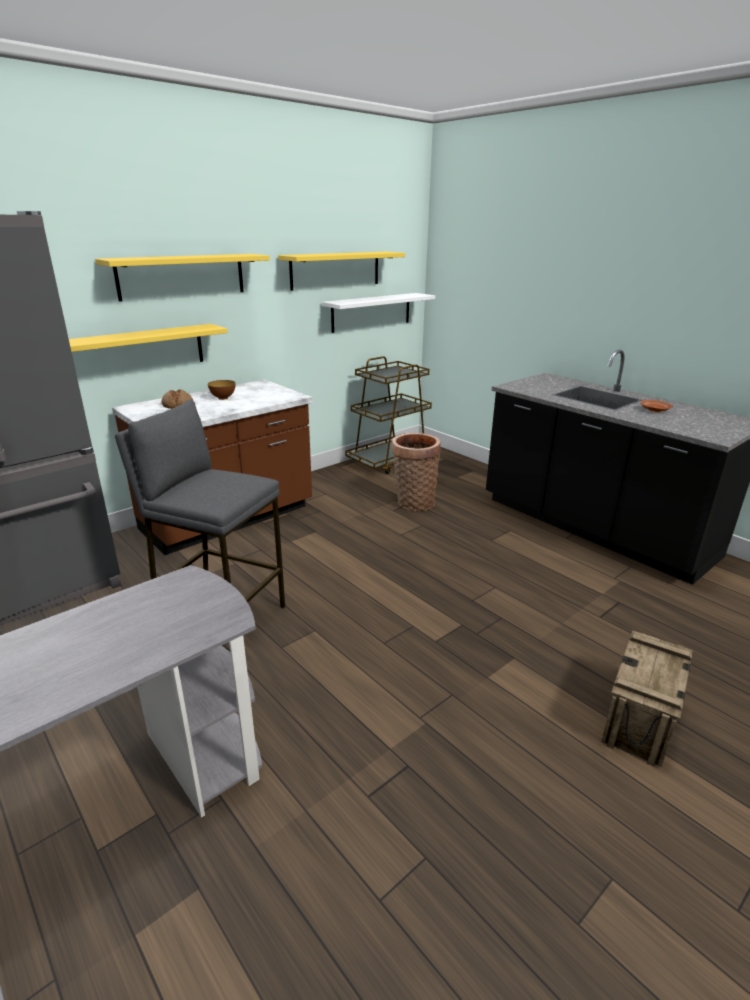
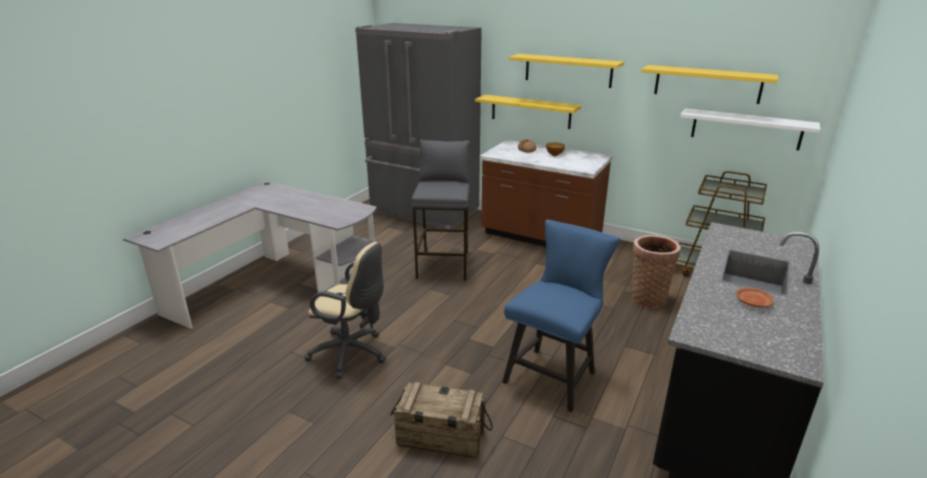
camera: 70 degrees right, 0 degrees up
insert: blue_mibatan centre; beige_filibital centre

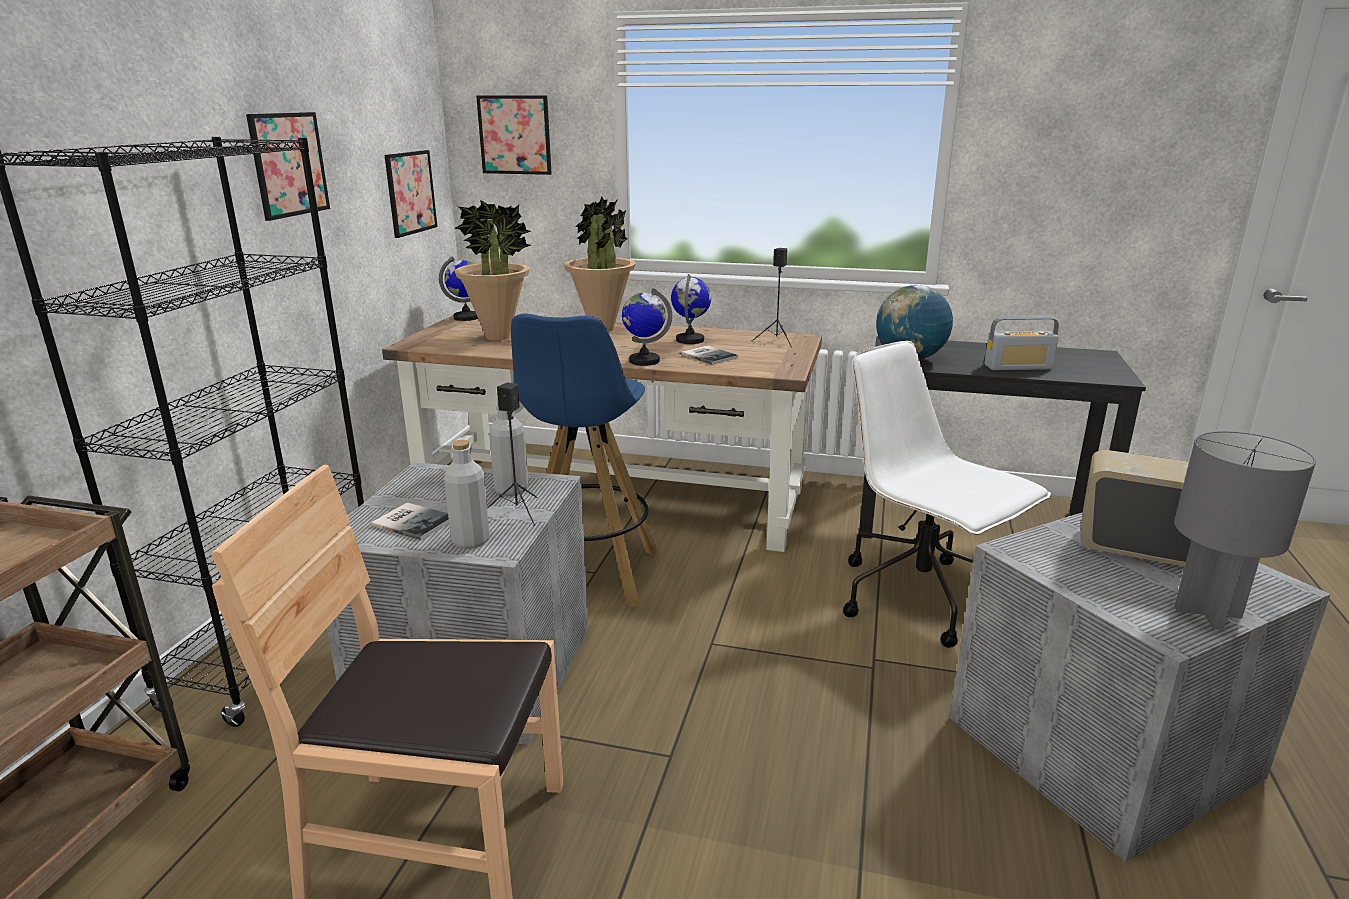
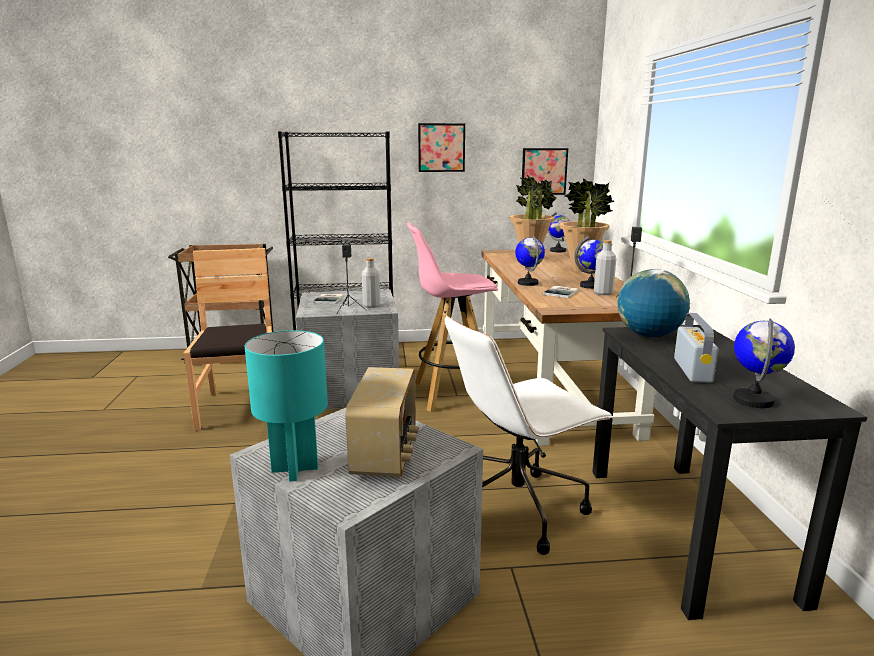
camera: 70 degrees right, 5 degrees down
delete: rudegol (3rd from left) top centre
insert: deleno (5th from left) middle right
move: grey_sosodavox (1st from left in the first image) centre to grey_sosodavox (2nd from left) middle right
recolor: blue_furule centre to pink_furule centre; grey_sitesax middle right to turquoise_sitesax middle left
rotate: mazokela (1st from left in the first image) middle right = middle right 150 degrees counterclockwise; white_filibital middle right = centre 150 degrees counterclockwise

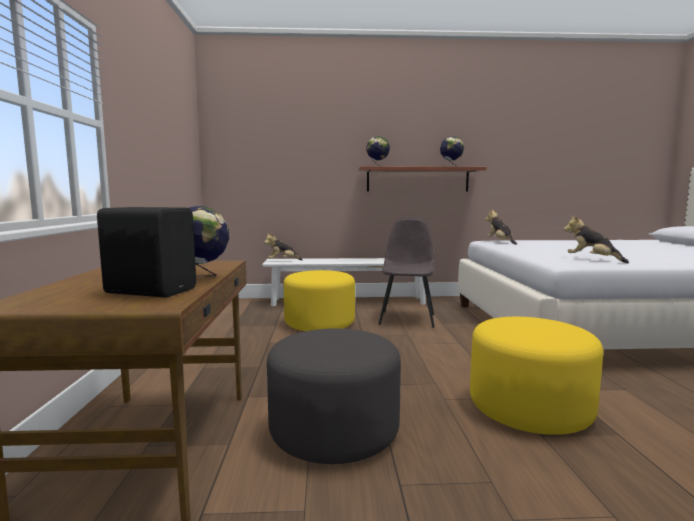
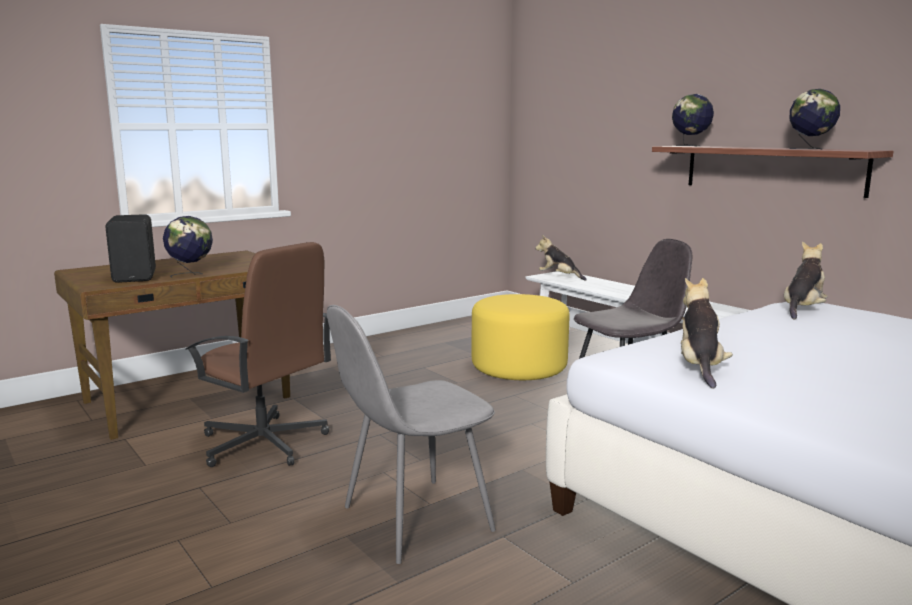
camera: 55 degrees right, 5 degrees up
replace: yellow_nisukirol (2nd from left) bottom right to grey_mibatan (1st from left) bottom centre; grey_nisukirol bottom centre to brown_filibital middle left

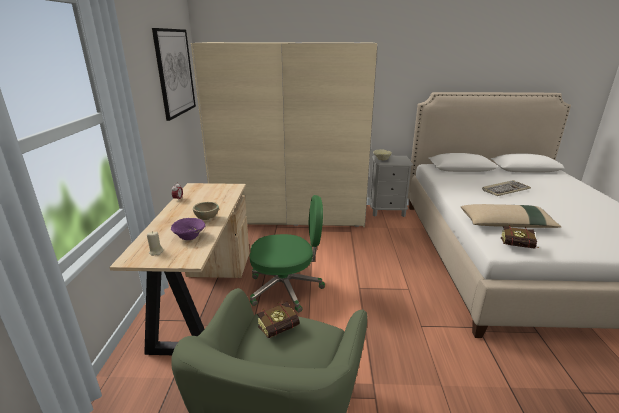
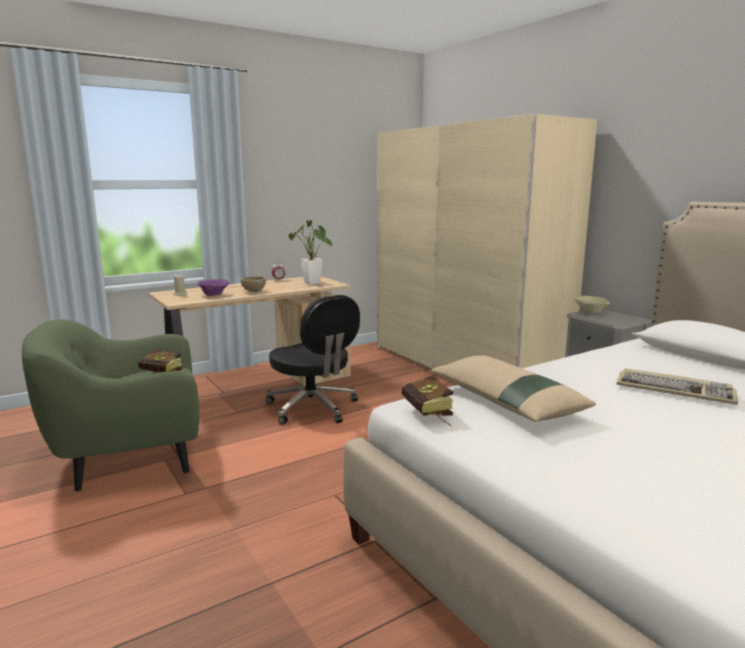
camera: 55 degrees right, 10 degrees down
delete: rudegol top left
insert: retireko centre
recolor: green_filibital centre to black_filibital centre

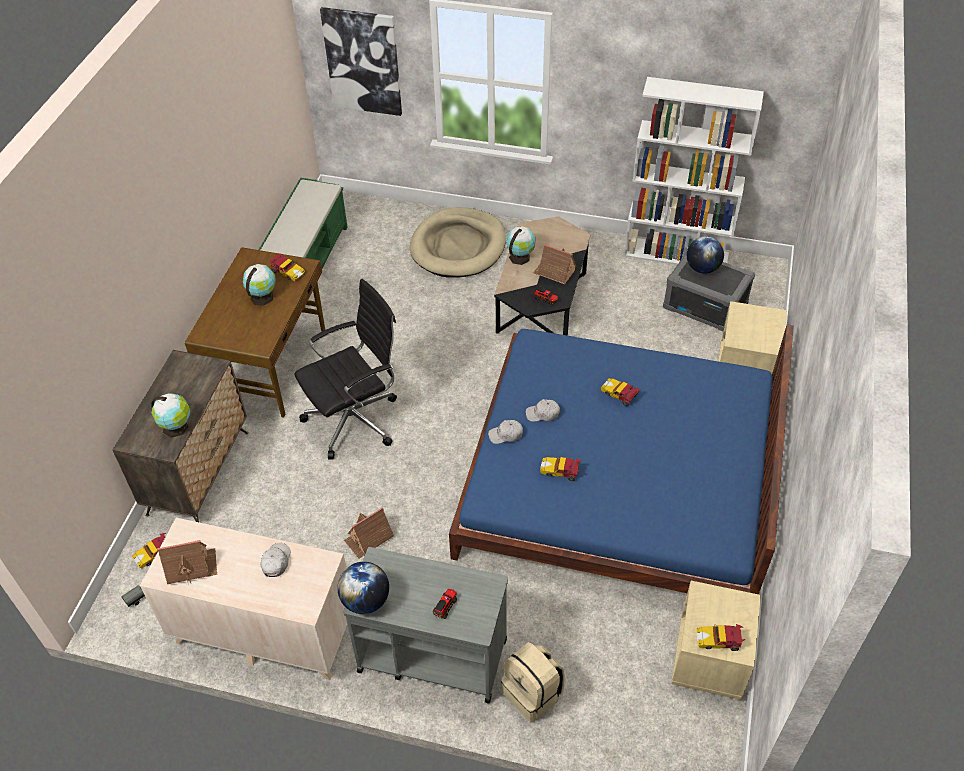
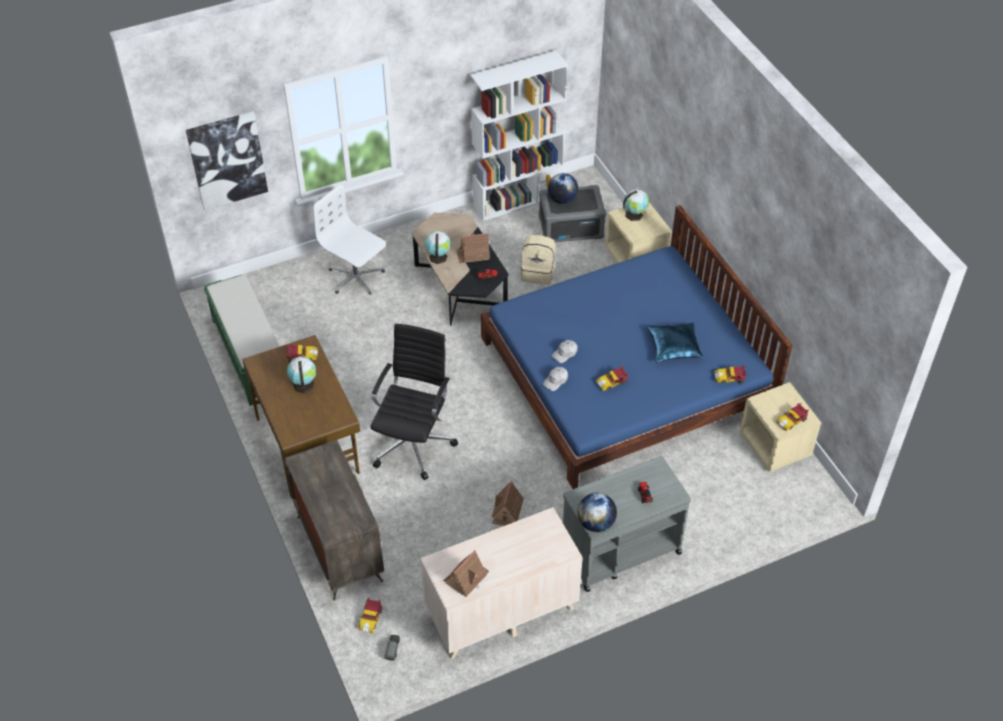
camera: 40 degrees left, 0 degrees up
delete: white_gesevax (1st from left) bottom left
insert: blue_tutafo middle right
move: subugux (4th from left) centre to middle right; deleno (1st from left in the first image) middle left to deleno (5th from left) top centre; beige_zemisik bottom centre to centre
replace: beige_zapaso top centre to white_filibital top centre

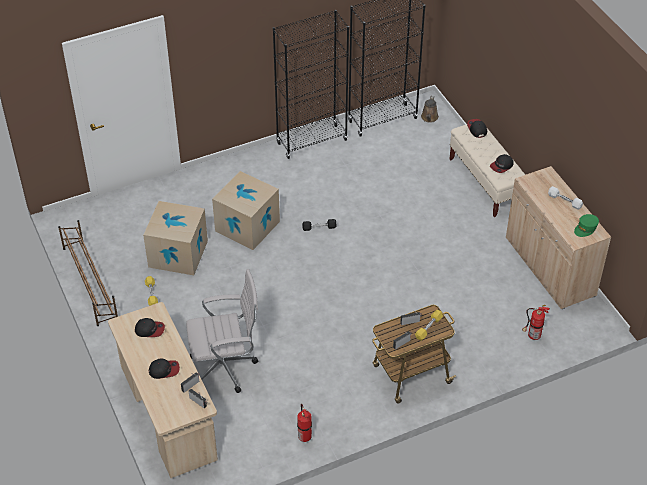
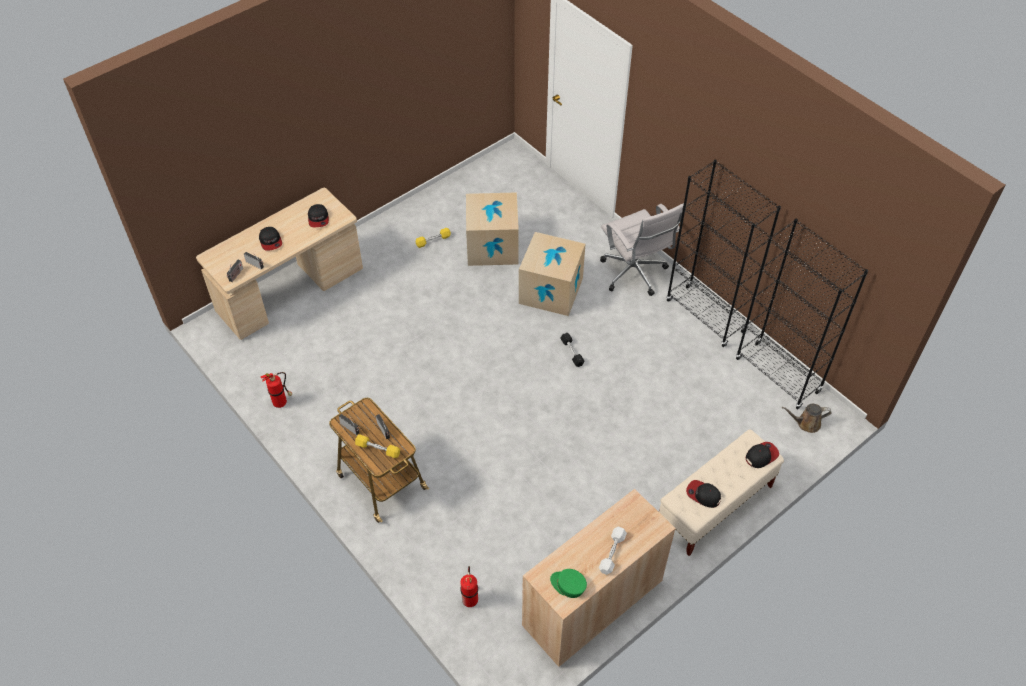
camera: 75 degrees right, 5 degrees up
delete: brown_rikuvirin middle left
move: white_filibital bottom centre to centre

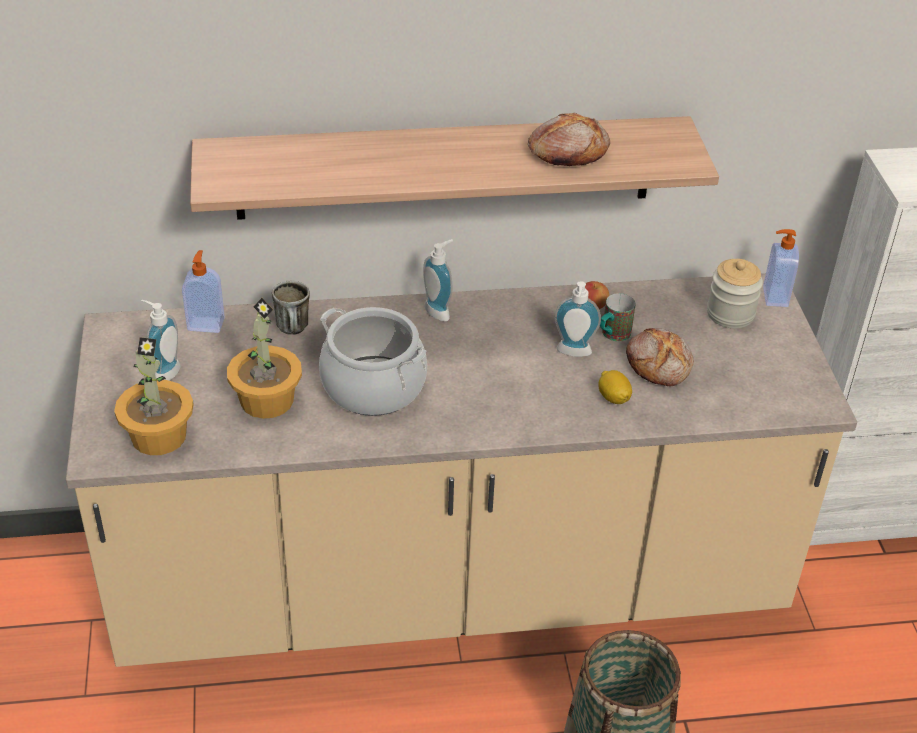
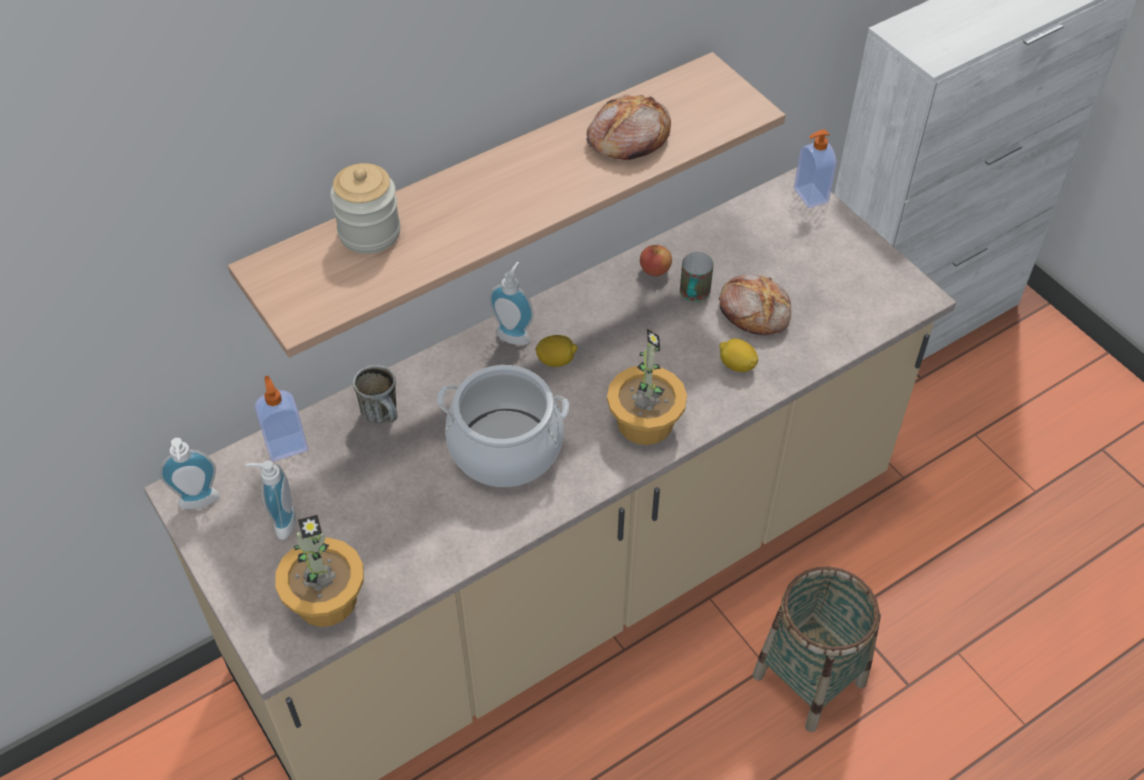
camera: 25 degrees left, 10 degrees up
insert: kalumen (1st from left) centre
move: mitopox middle right to top left; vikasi (4th from left in the first image) centre to vikasi (1st from left) middle left; retireko (2nd from left) middle left to centre

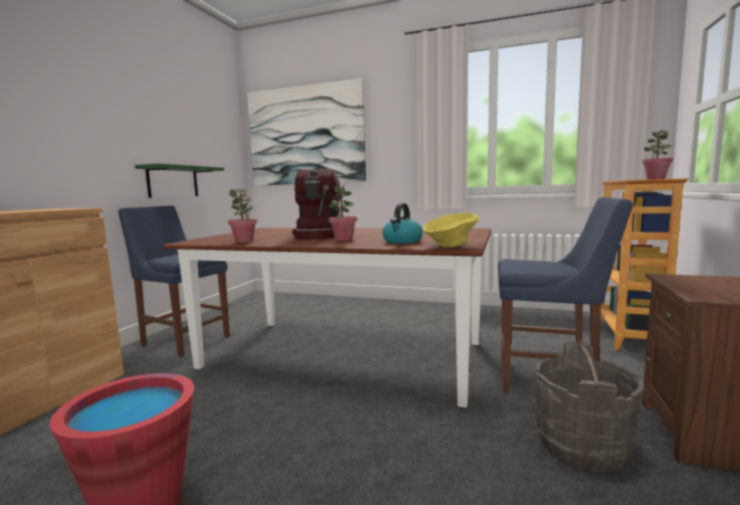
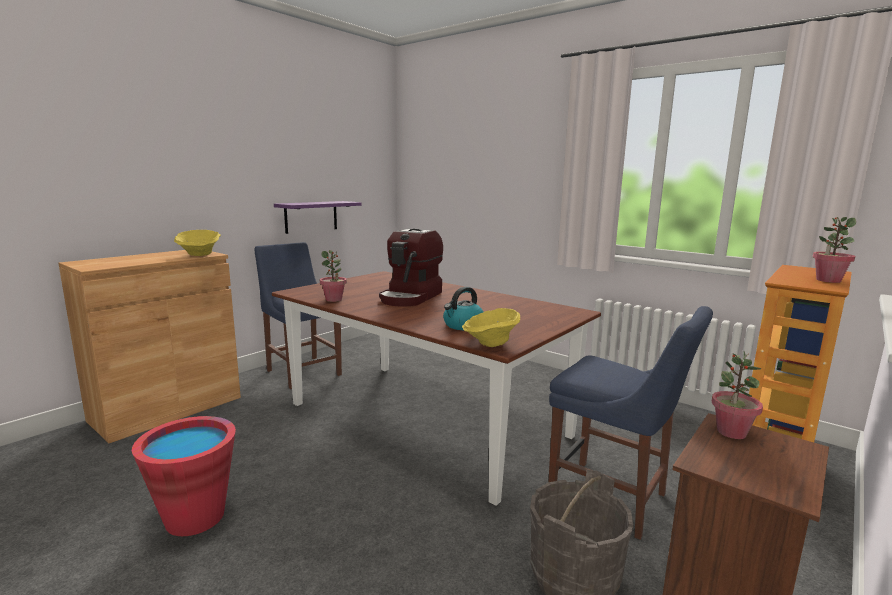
camera: 20 degrees right, 5 degrees up
delete: rudegol top centre
insert: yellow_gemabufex (1st from left) middle left
move: retireko (2nd from left) centre to middle right
recolor: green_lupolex middle left to purple_lupolex centre

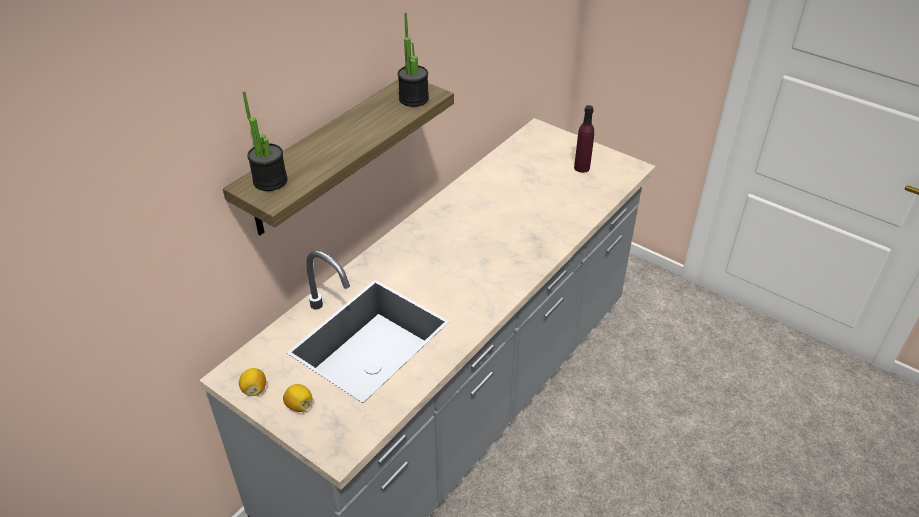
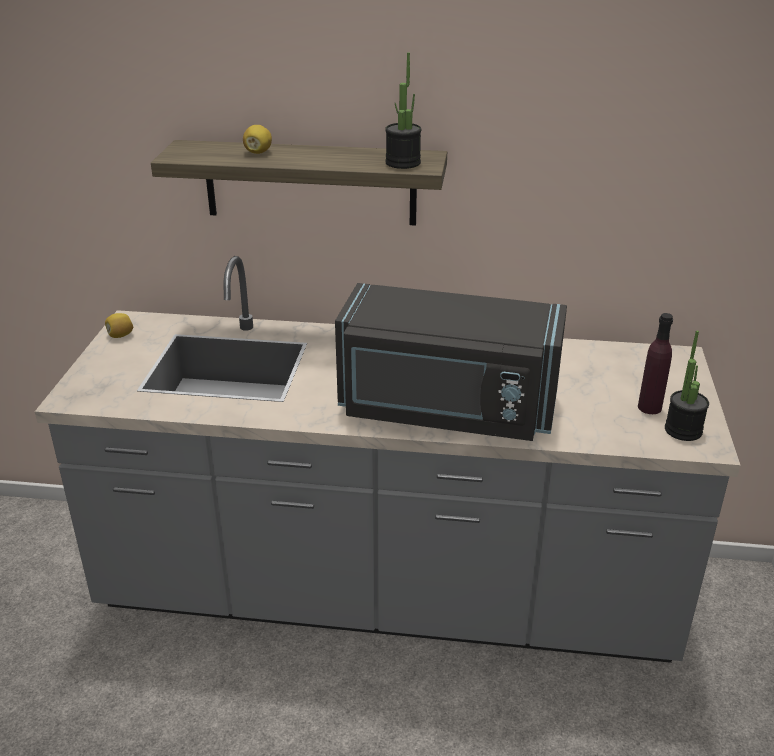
camera: 60 degrees right, 10 degrees down
insert: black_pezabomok centre
move: retireko (1st from left in the first image) top left to retireko (2nd from left) middle right; kalumen (2nd from left) bottom left to top left

